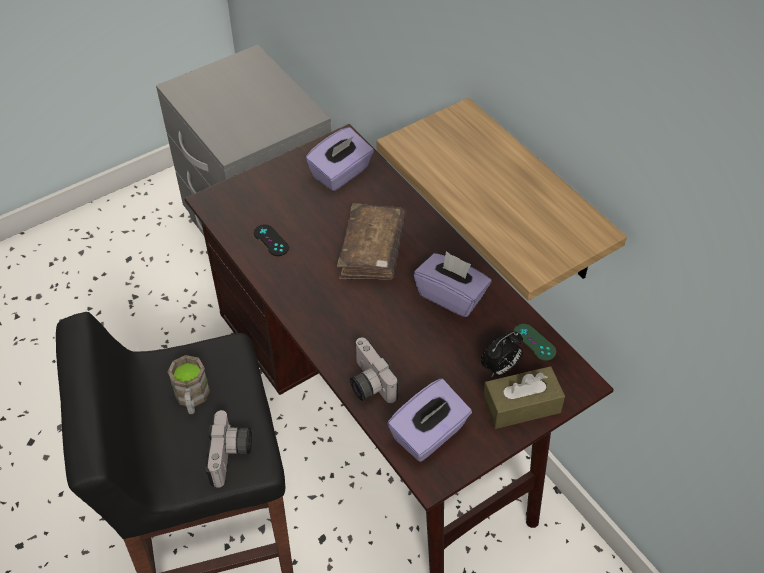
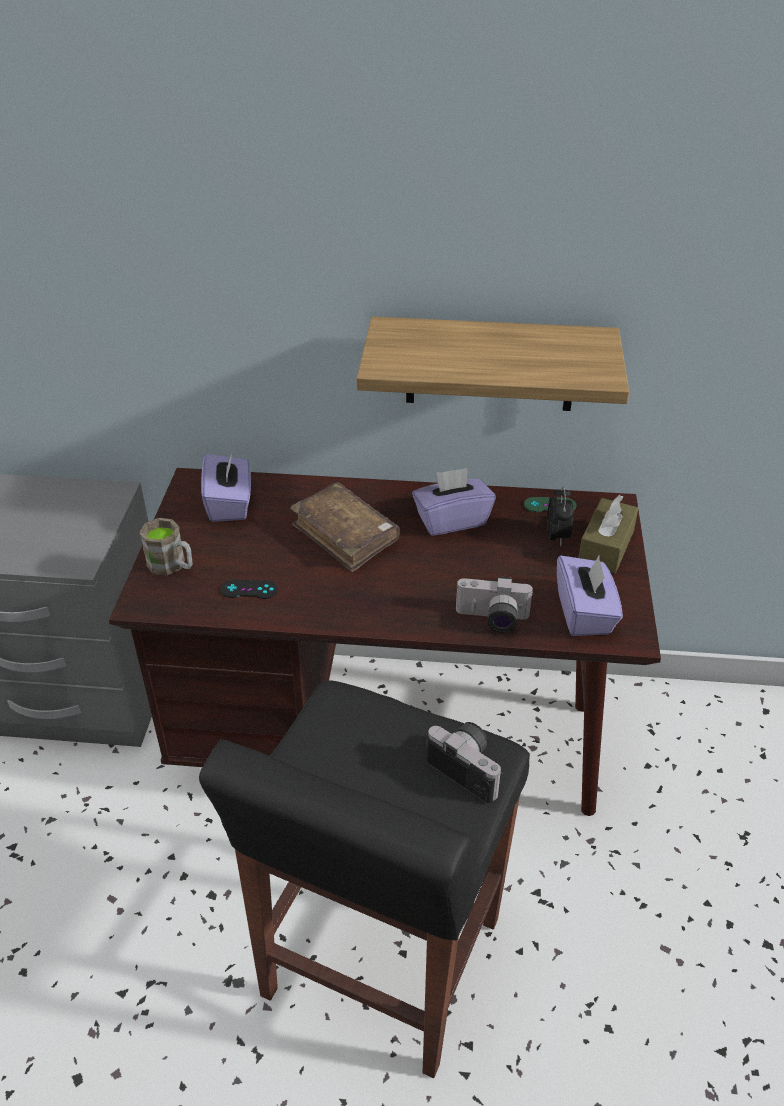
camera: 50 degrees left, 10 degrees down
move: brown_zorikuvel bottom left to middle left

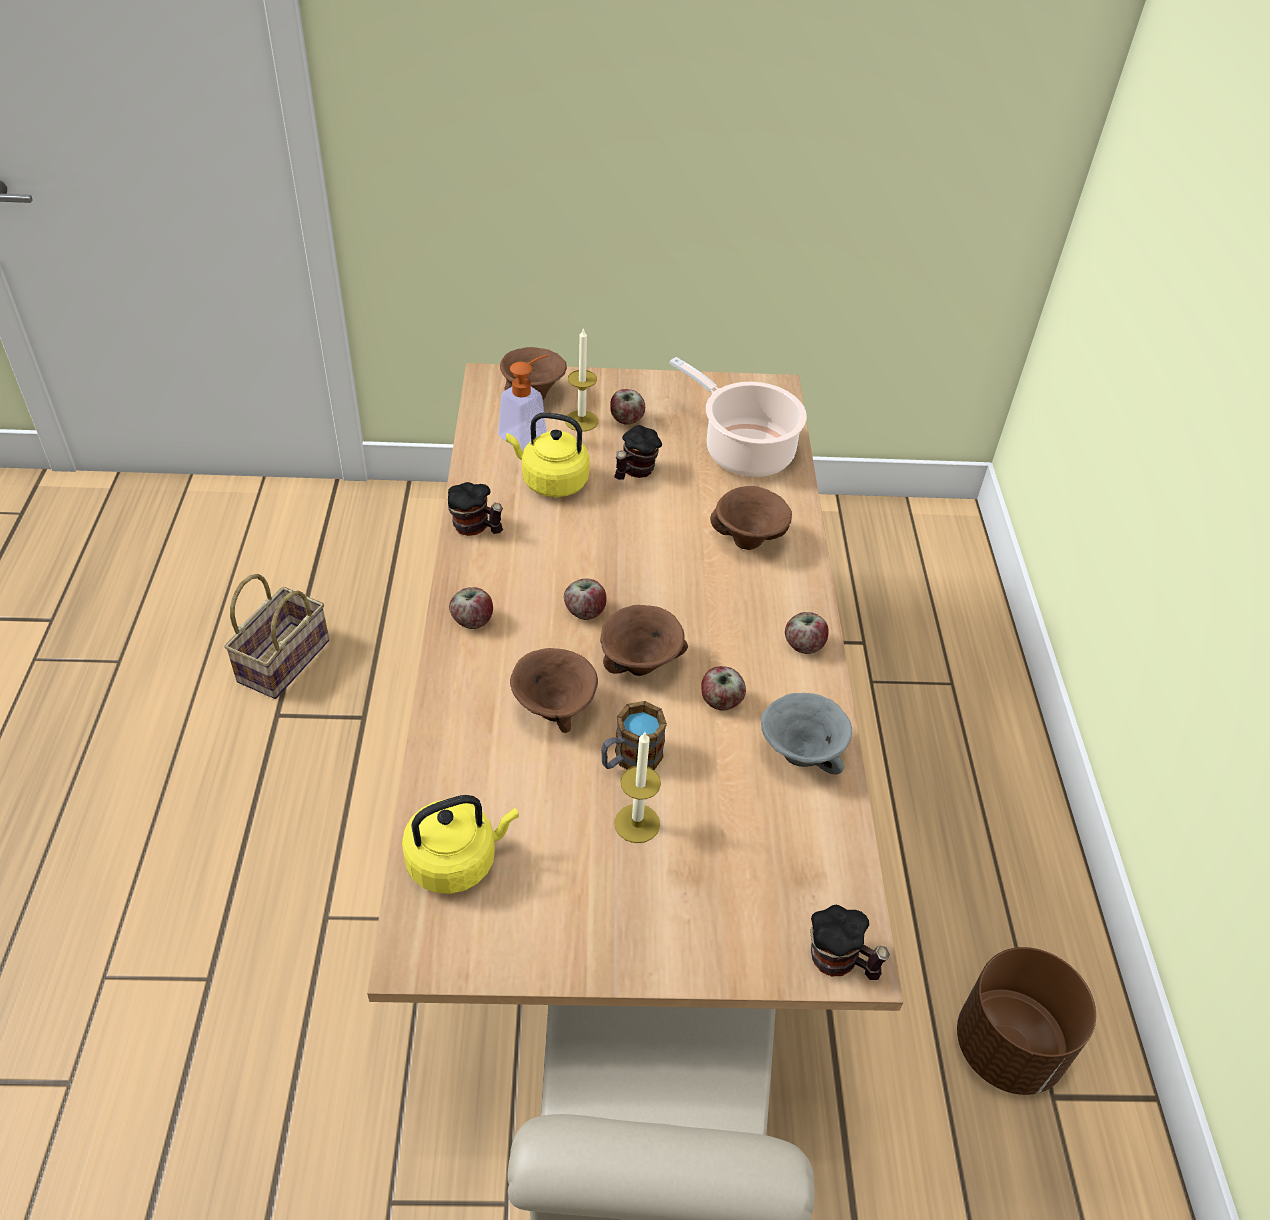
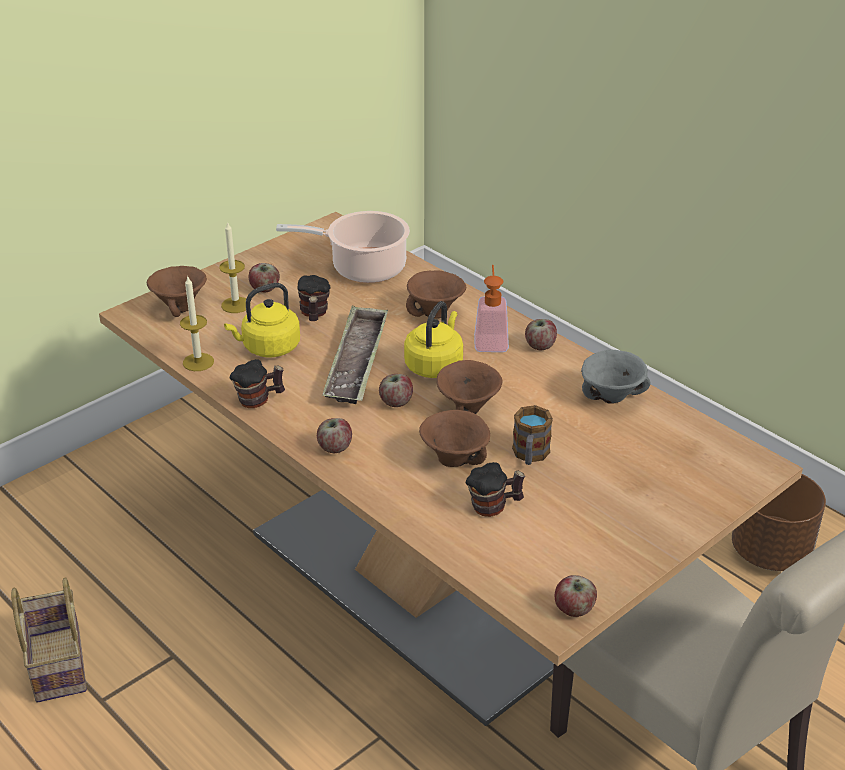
camera: 40 degrees left, 10 degrees down
insert: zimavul centre
move: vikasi top centre to centre; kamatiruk (4th from left in the first image) centre to kamatiruk (5th from left) bottom right; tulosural (2nd from left in the first image) centre to tulosural (1st from left) middle left; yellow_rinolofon (1st from left in the first image) bottom centre to yellow_rinolofon (2nd from left) centre; zorikuvel (4th from left in the first image) bottom right to zorikuvel (3rd from left) centre

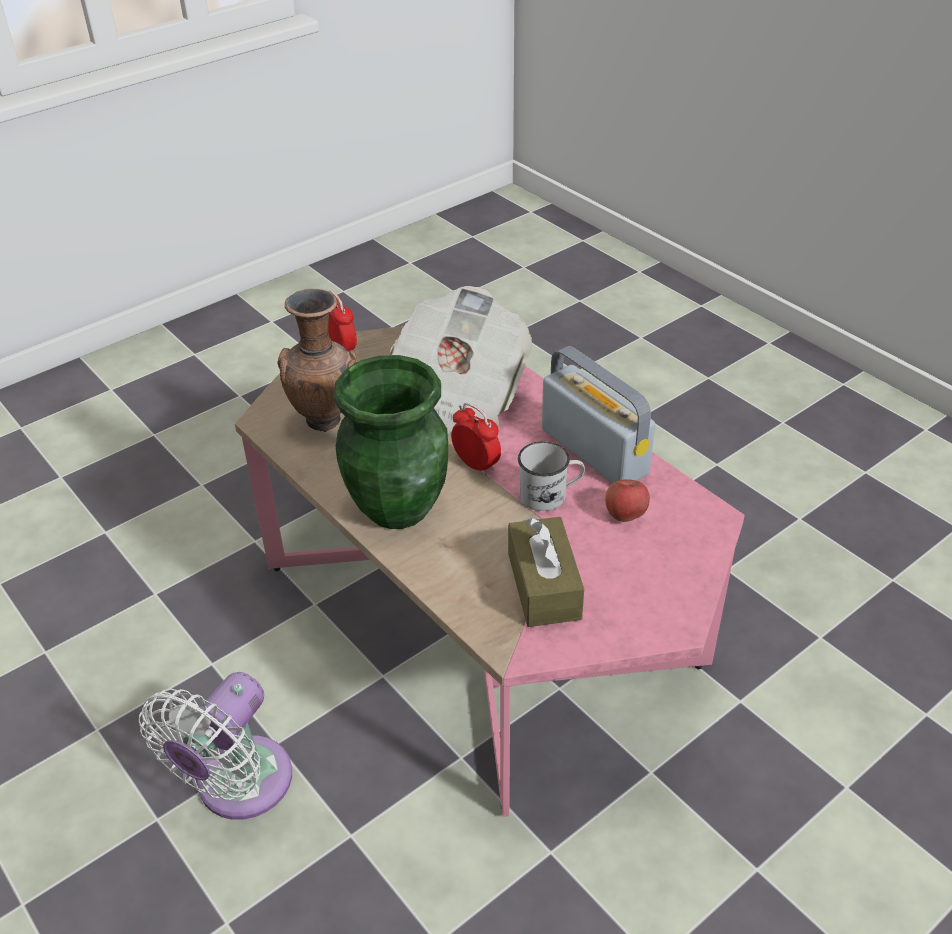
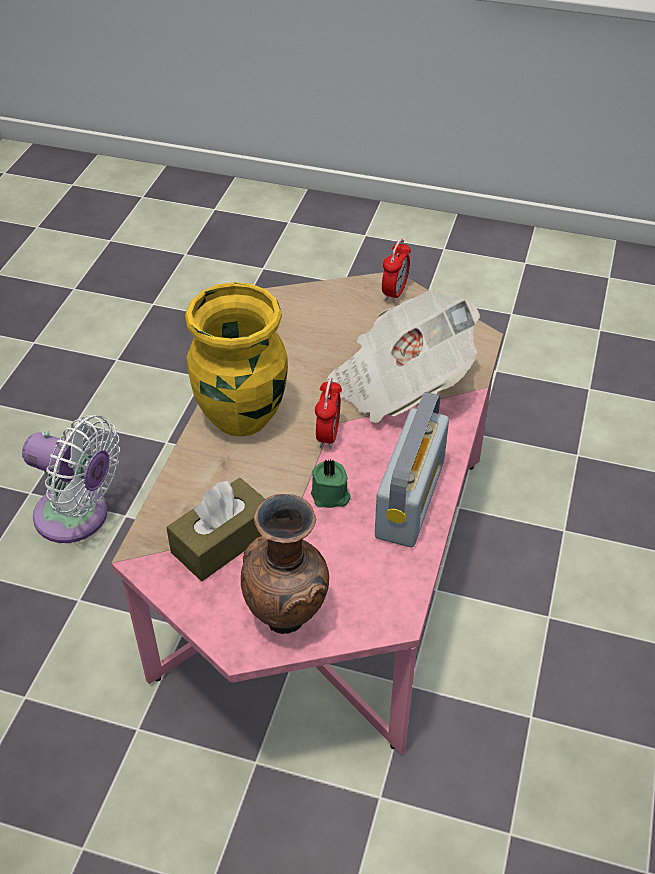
camera: 55 degrees right, 5 degrees up
delete: kamatiruk centre
move: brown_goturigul middle left to centre
replace: white_zorikuvel centre to green_tulosural centre
recolor: green_goturigul centre to yellow_goturigul centre
rotate: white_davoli bottom left = middle left 150 degrees counterclockwise

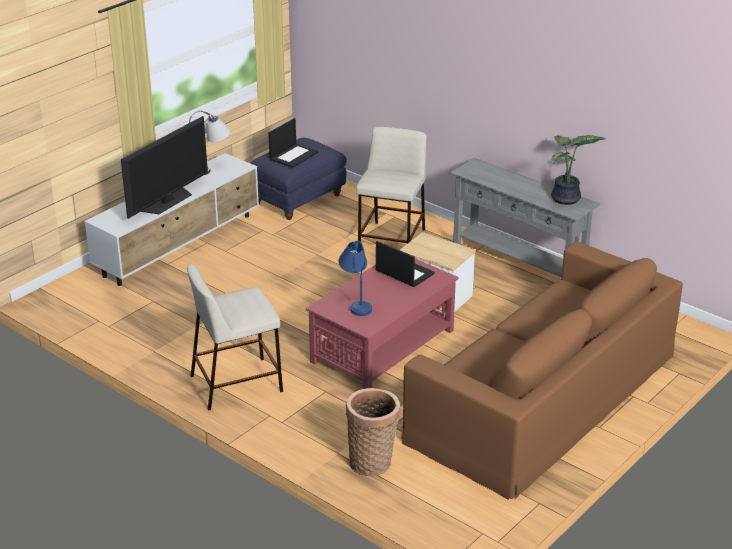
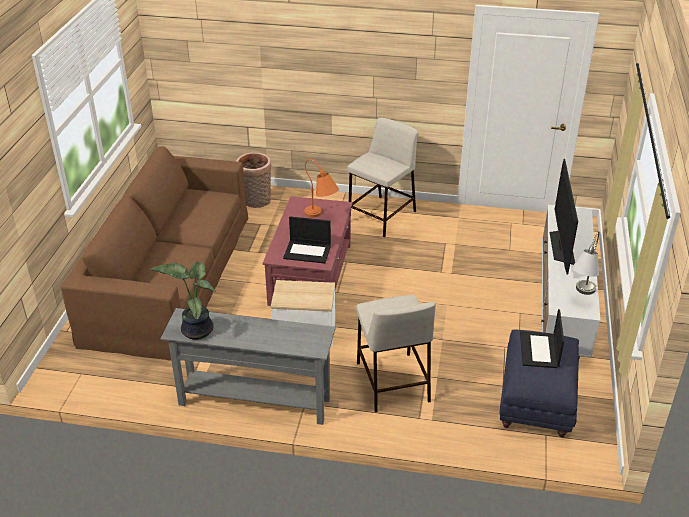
camera: 150 degrees right, 5 degrees up
recolor: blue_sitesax centre to orange_sitesax centre

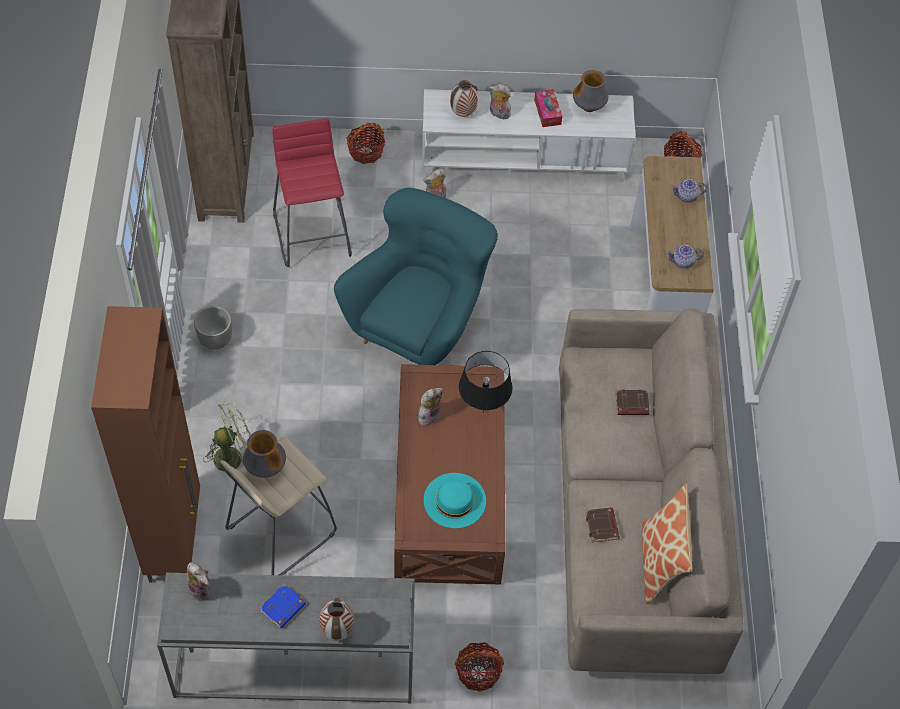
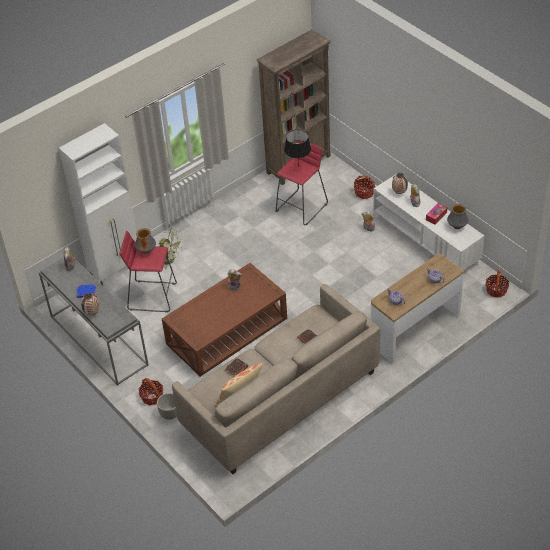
camera: 55 degrees right, 10 degrees down
delete: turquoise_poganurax centre; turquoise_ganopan bottom centre
move: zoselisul middle left to bottom left; black_sitesax centre to top centre
recolor: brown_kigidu middle left to white_kigidu middle left; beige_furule bottom left to red_furule (1st from left) middle left

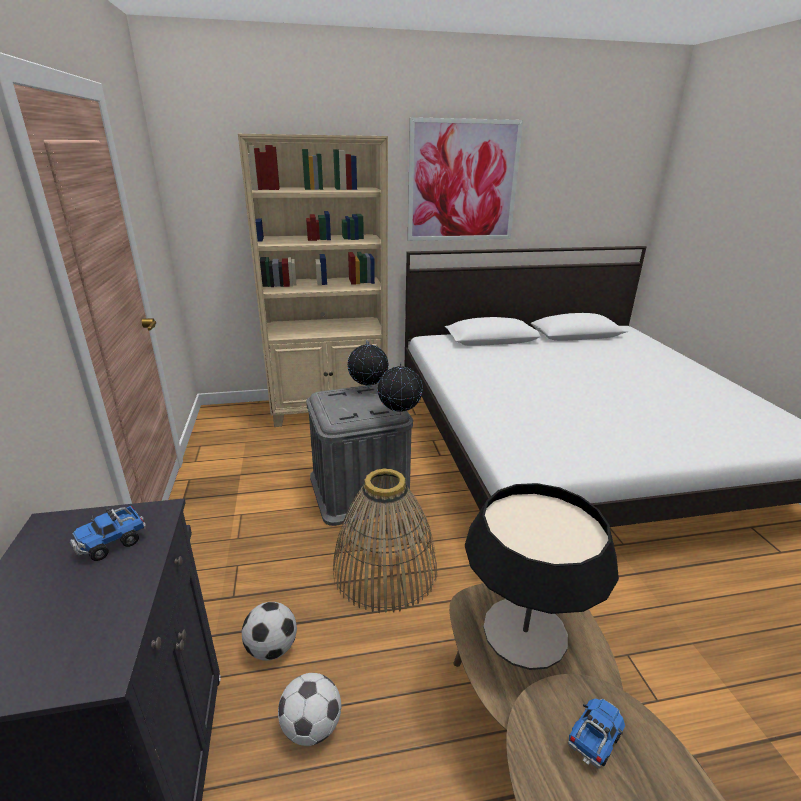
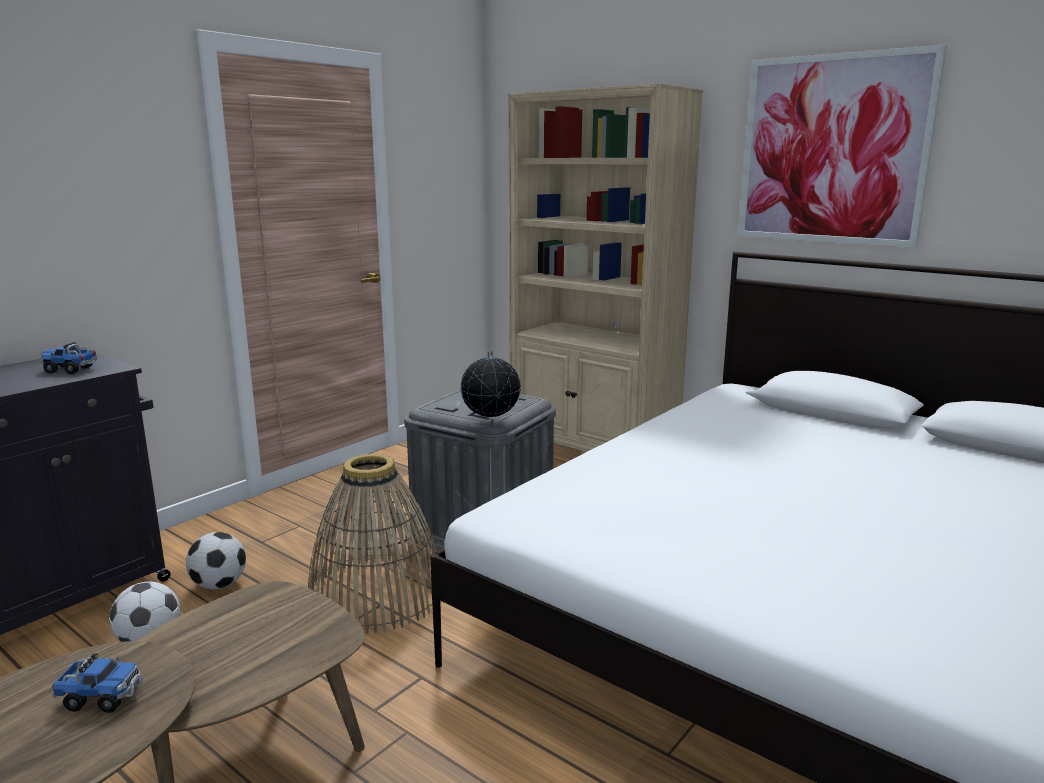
camera: 50 degrees right, 10 degrees down
delete: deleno (1st from left) centre; sitesax bottom right

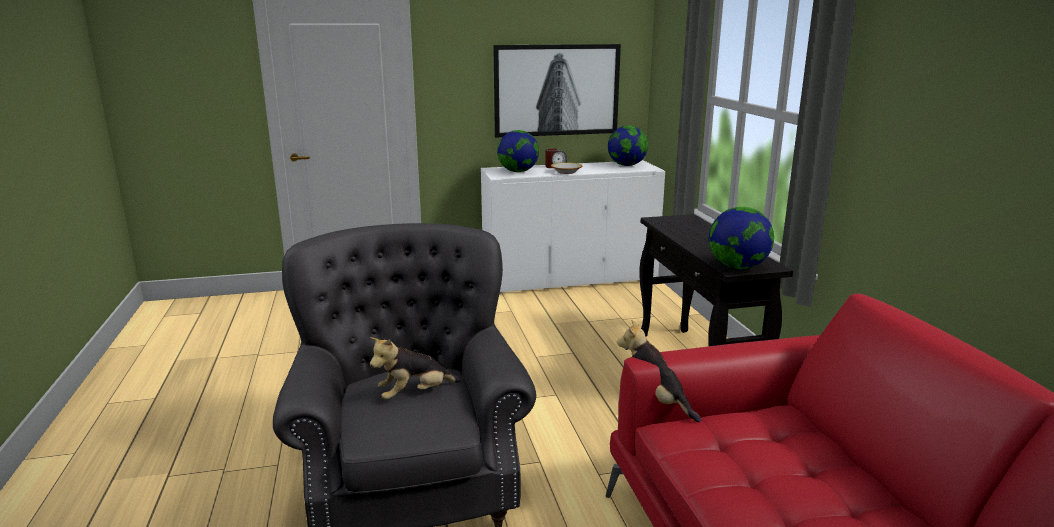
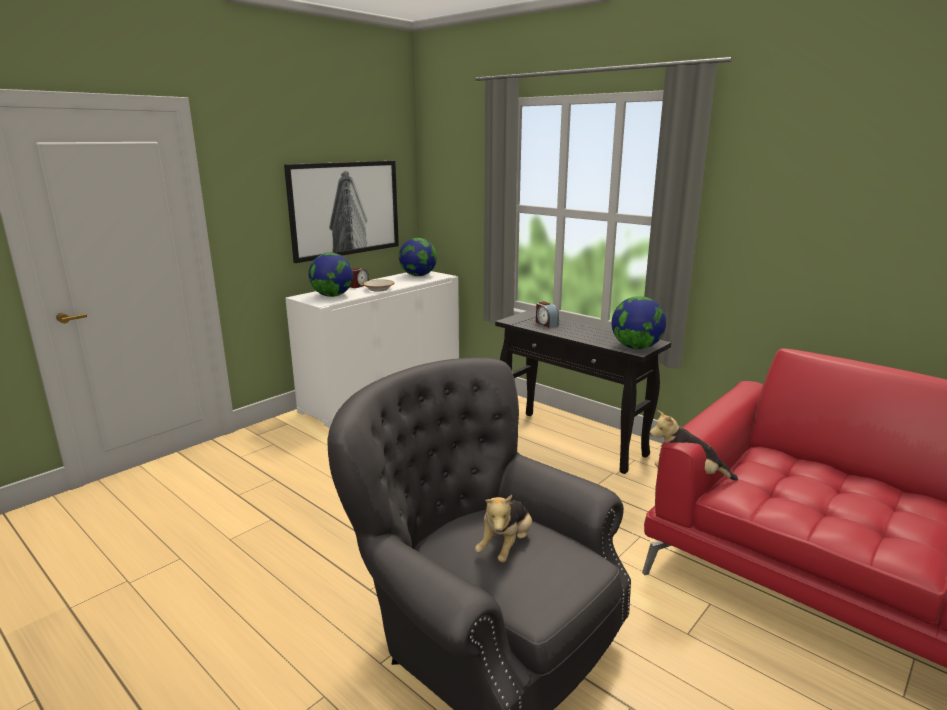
camera: 35 degrees left, 0 degrees up
insert: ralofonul (2nd from left) centre

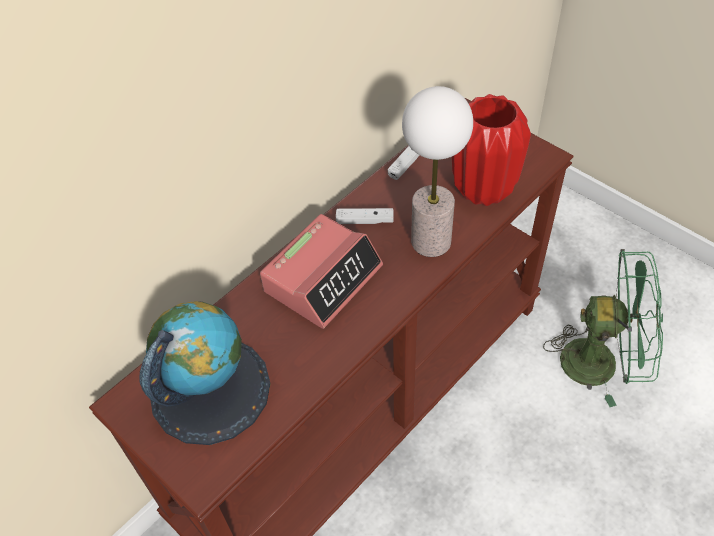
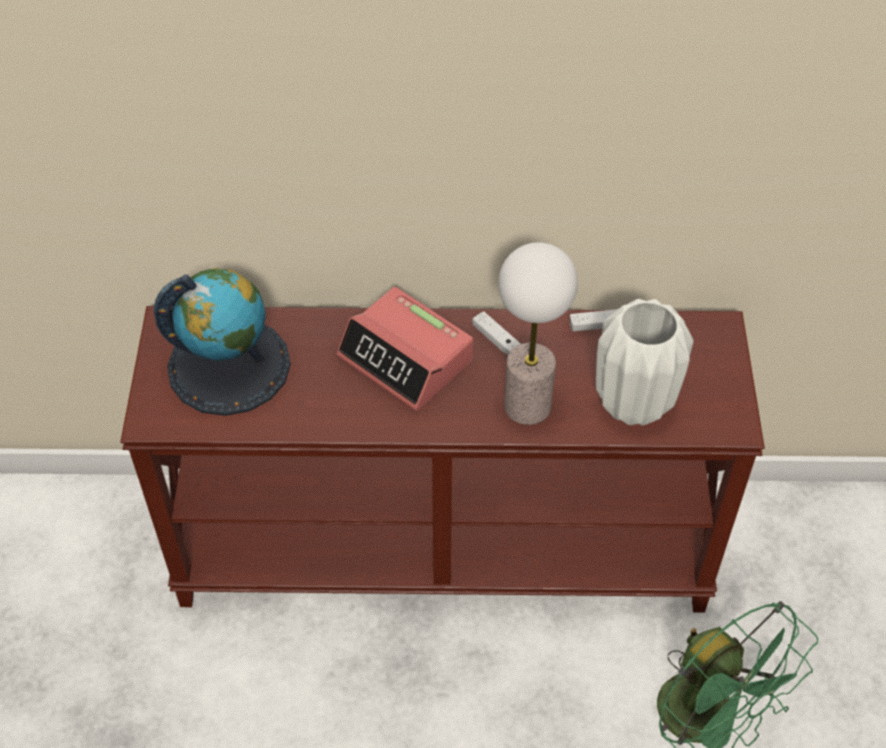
camera: 45 degrees right, 0 degrees up
recolor: red_goturigul top right to white_goturigul middle right
rotate: ralofonul centre = centre 45 degrees clockwise

